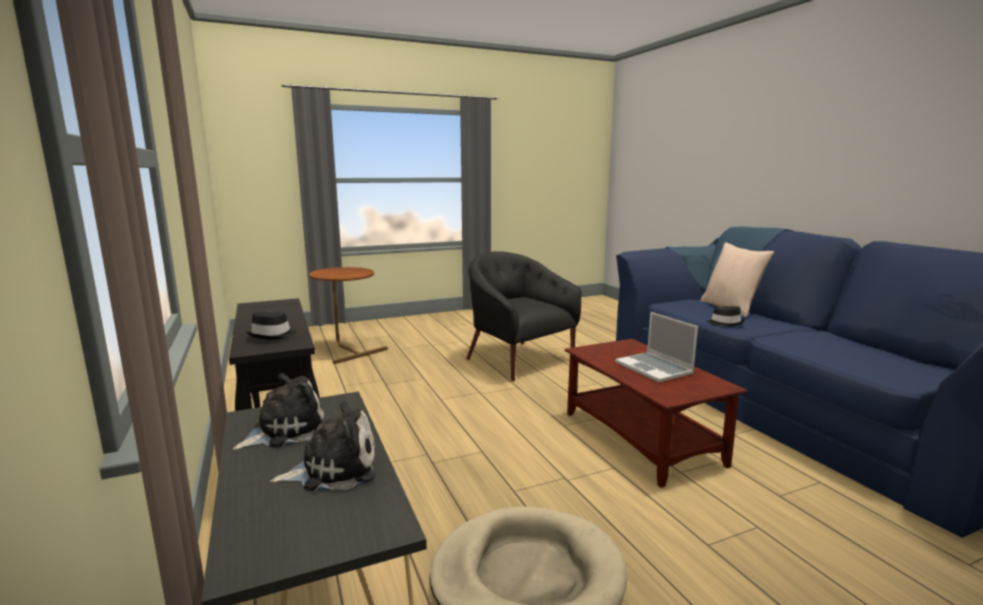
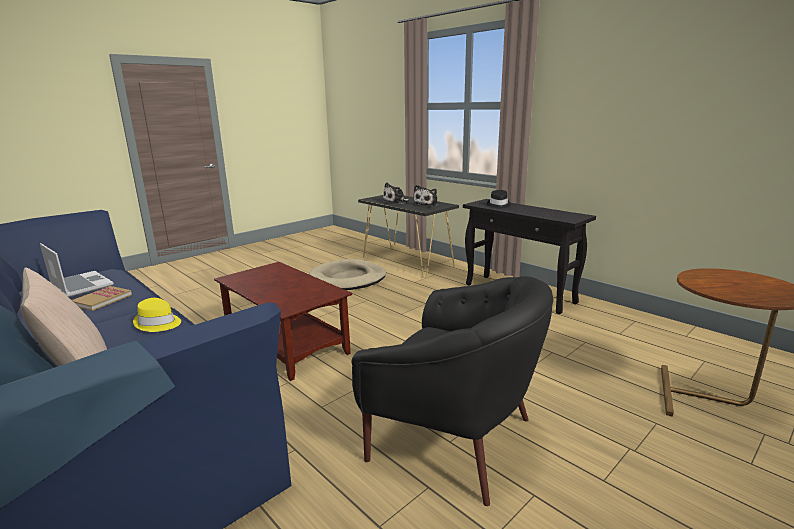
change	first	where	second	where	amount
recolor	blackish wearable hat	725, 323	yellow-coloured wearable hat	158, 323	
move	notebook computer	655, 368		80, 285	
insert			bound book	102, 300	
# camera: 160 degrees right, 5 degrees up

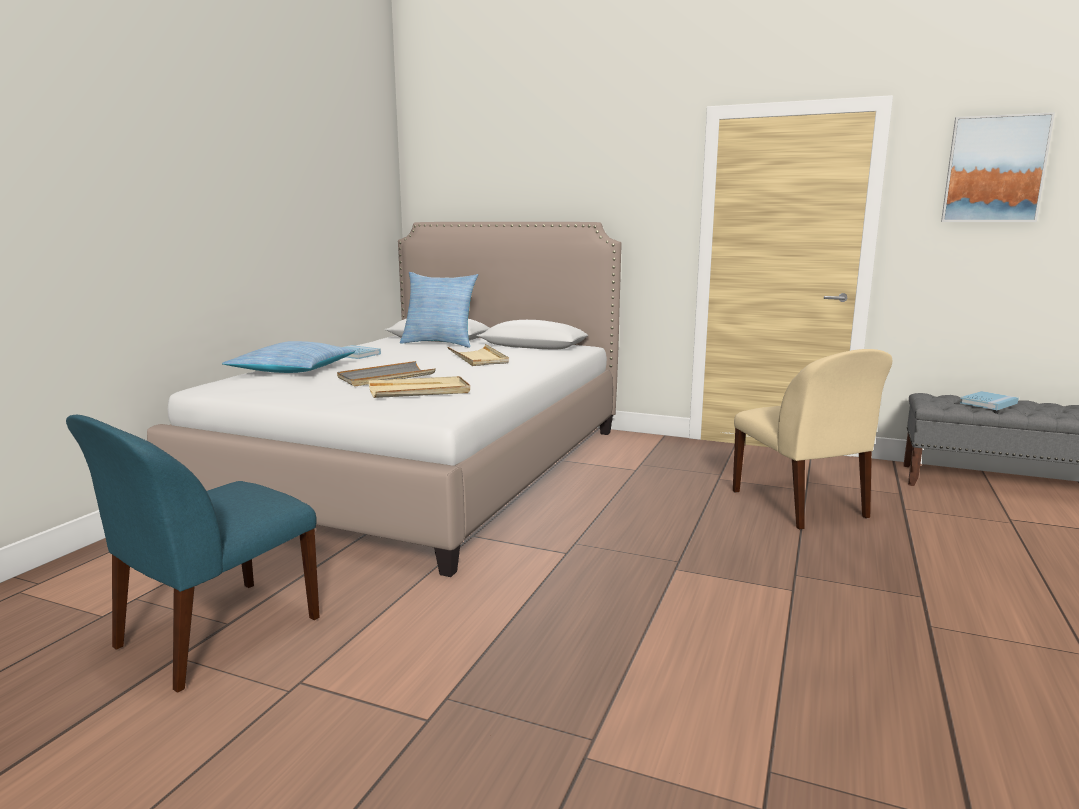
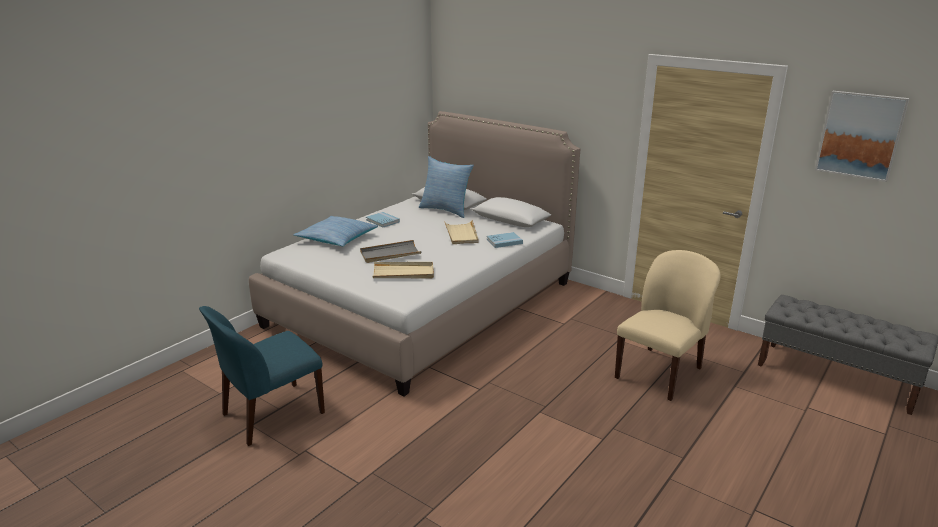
change	first	where	second	where	amount
rotate	sand-coloured plain chair	800, 505		660, 372	135 degrees counterclockwise
move	blue-coloured bound book	988, 403		504, 241	
# camera: 15 degrees right, 10 degrees up

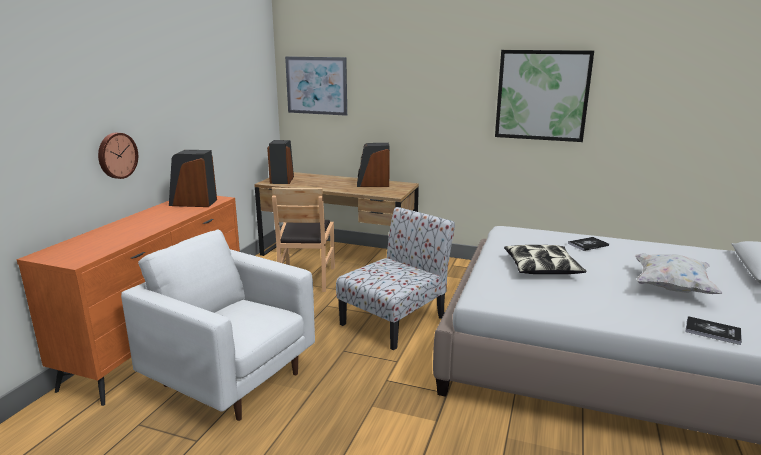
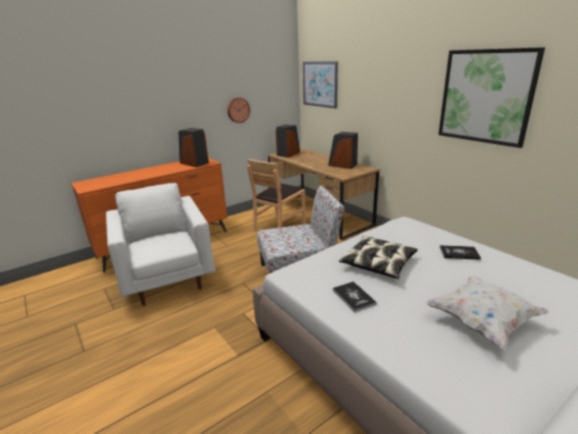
change	first	where	second	where	amount
move	clock on the wall	116, 155		238, 110	
move	bound book	712, 331		353, 297	
# camera: 35 degrees right, 5 degrees up

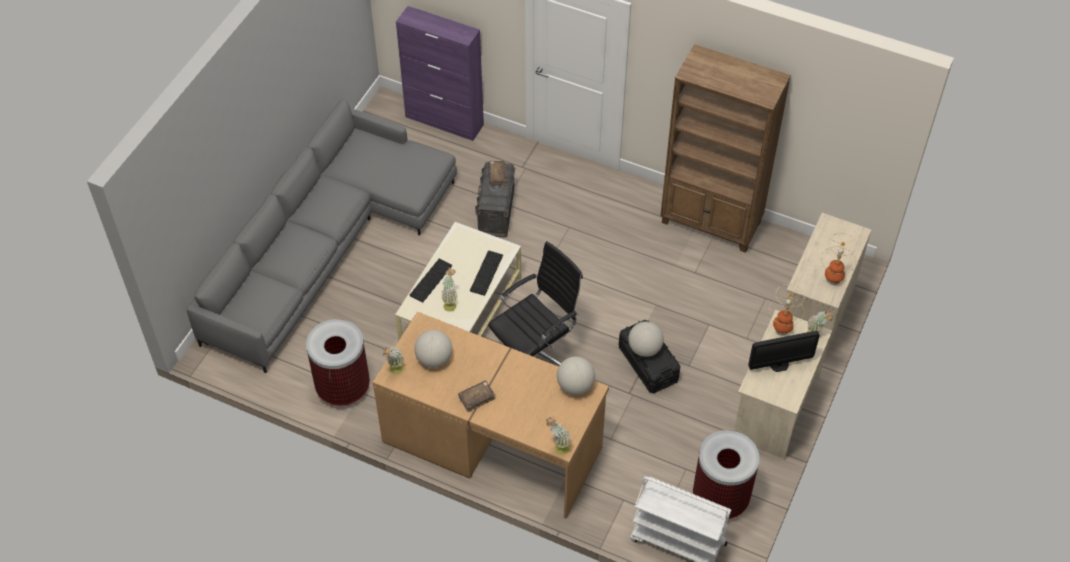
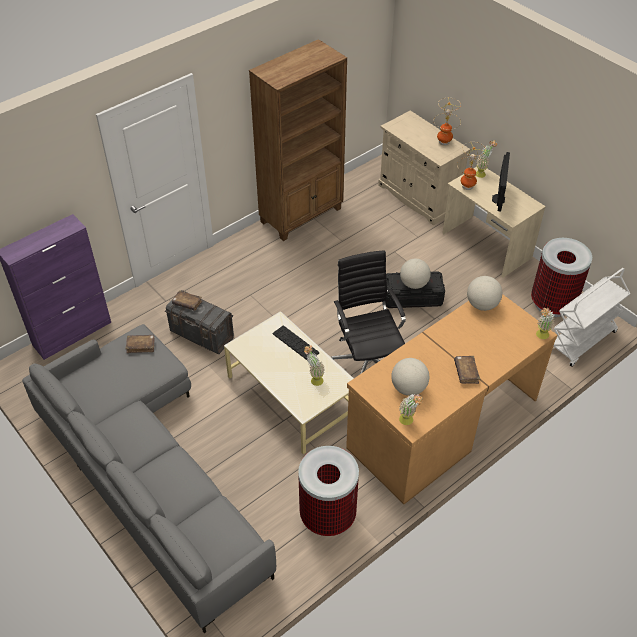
change	first	where	second	where	amount
delete	PC keyboard	430, 279			
insert			brown-coloured bound book	141, 346	
# camera: 65 degrees left, 5 degrees down

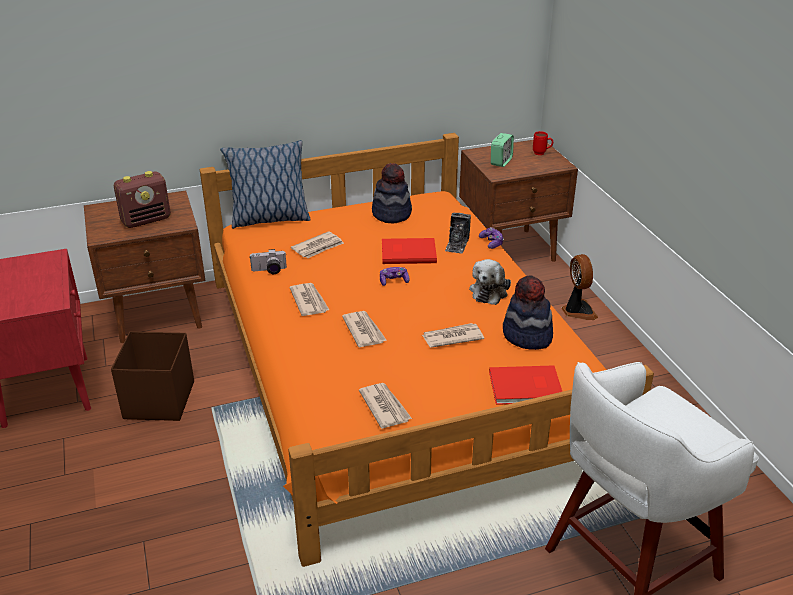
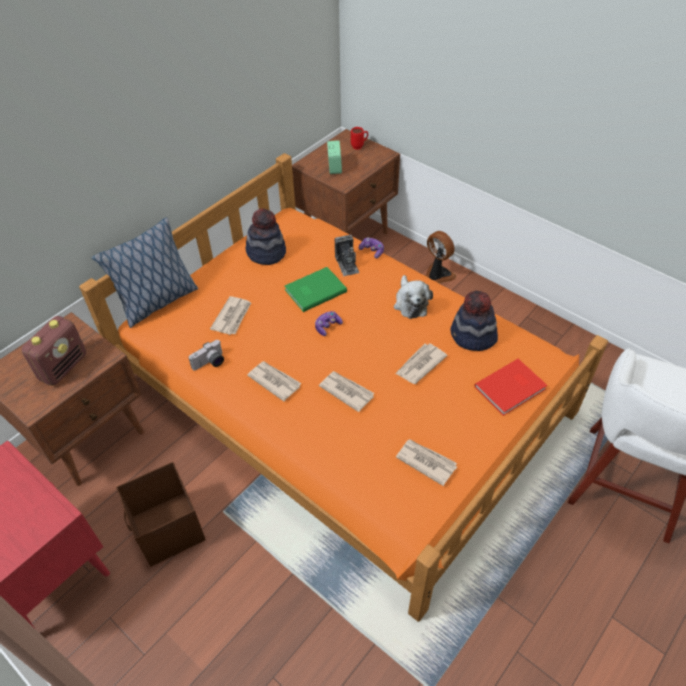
change	first	where	second	where	amount
recolor	red bound book	407, 252	green bound book	314, 290	
# camera: 30 degrees left, 15 degrees up

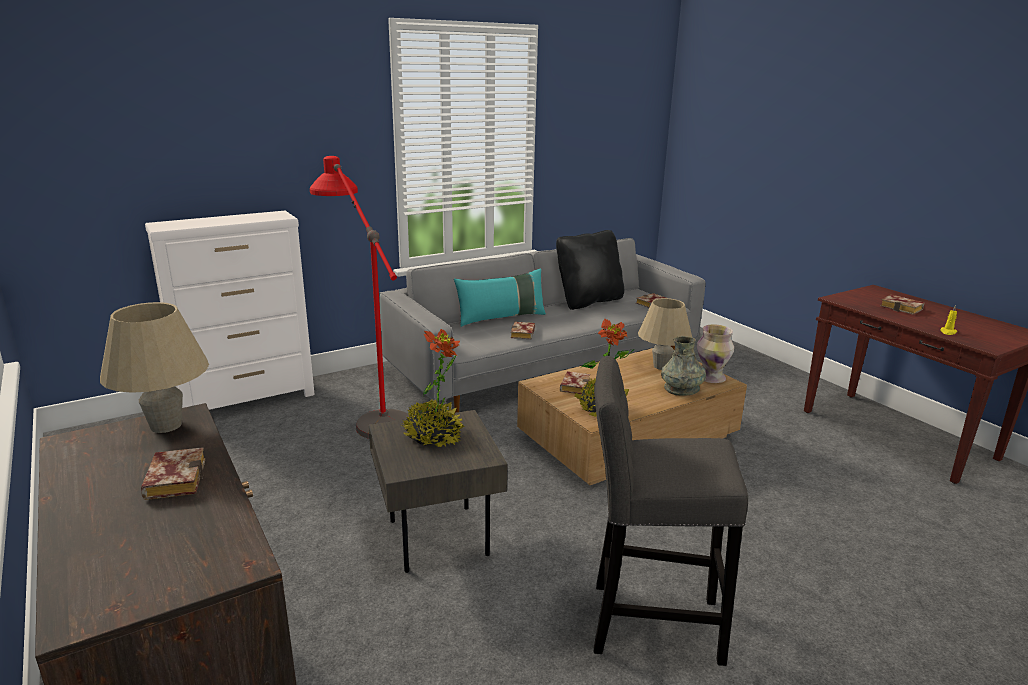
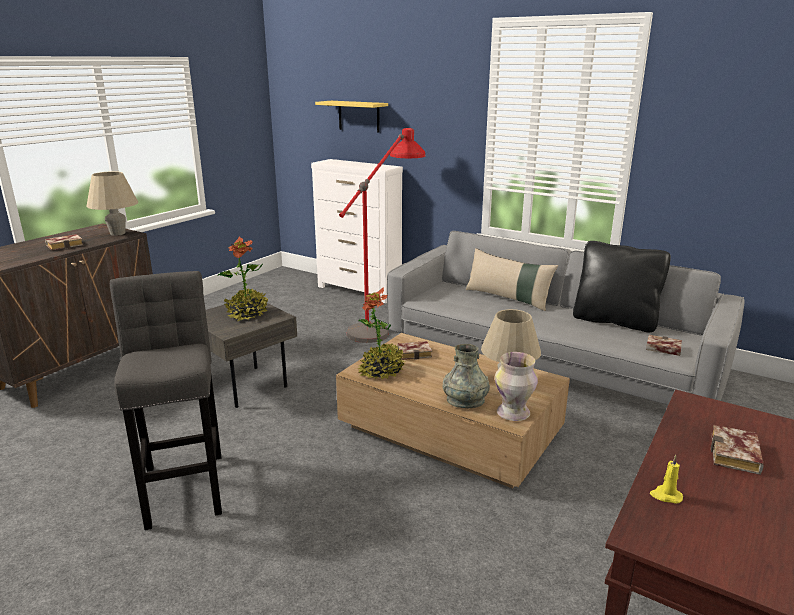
change	first	where	second	where	amount
recolor	blue-green pillow	501, 318	sand-coloured pillow	508, 298	
delete	bound book	523, 334			
insert			yellow-coloured shelf	359, 116	
# camera: 65 degrees right, 0 degrees up

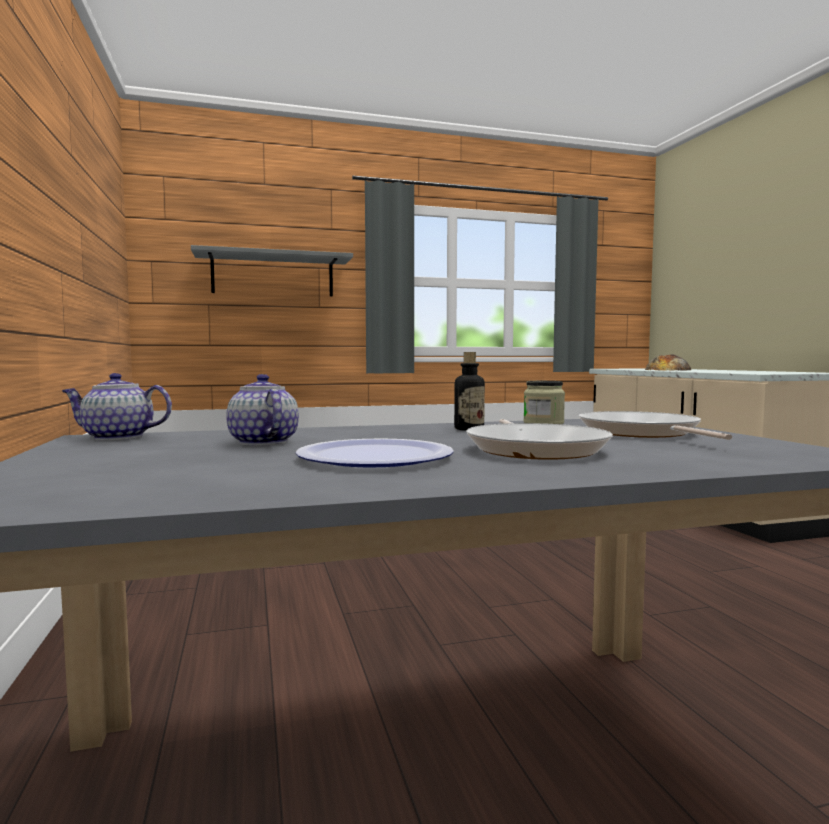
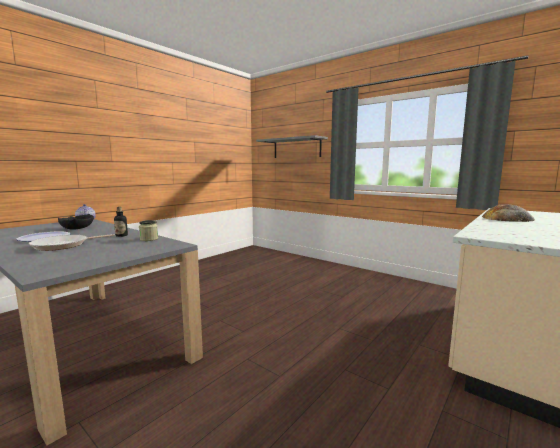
change	first	where	second	where	amount
replace	pot for tea	262, 442	blackish serving bowl	77, 228	
delete	skillet	641, 433			
# camera: 55 degrees right, 5 degrees up

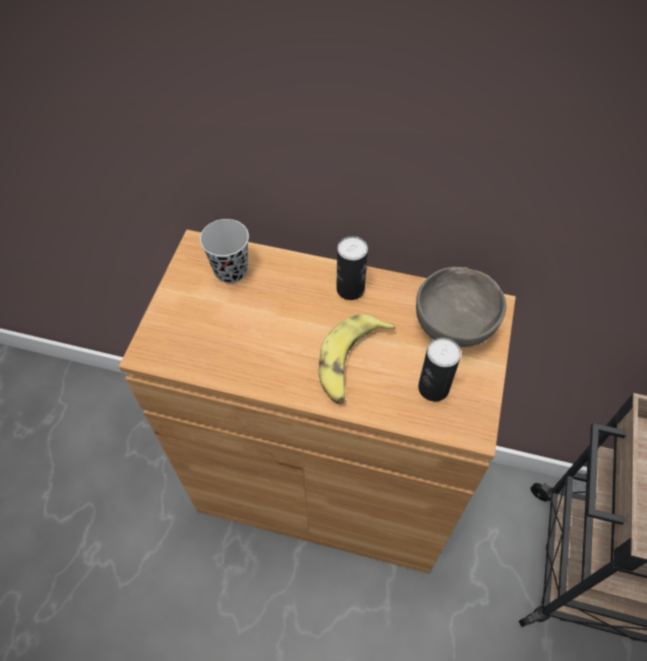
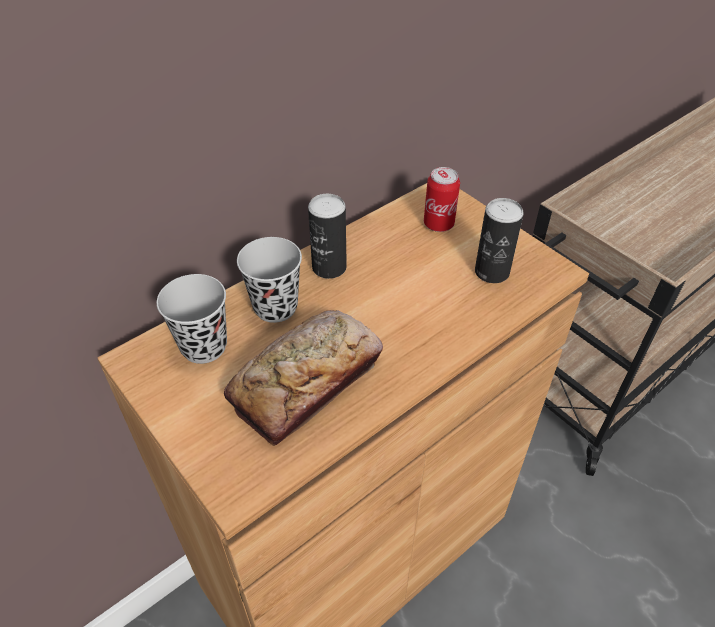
change	first	where	second	where	amount
replace	greyish serving bowl	455, 326	can	438, 224	
delete	banana	351, 363			
insert			blackish cup	275, 307	
insert			bakery bread	306, 382	
# camera: 55 degrees left, 10 degrees down

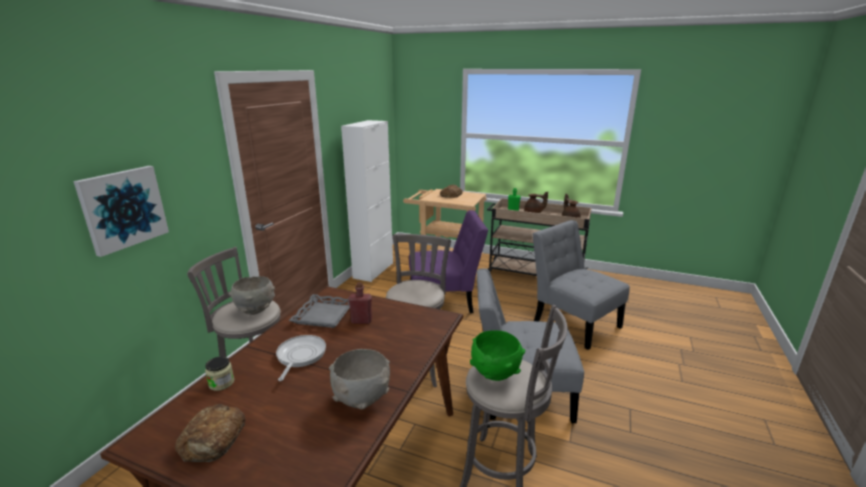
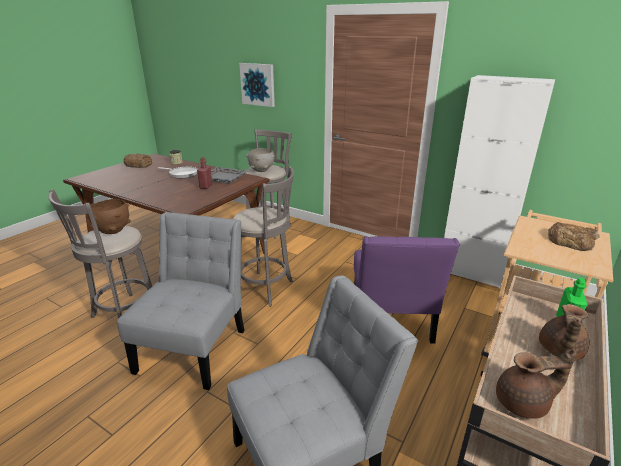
change	first	where	second	where	amount
recolor	green serving bowl	495, 375	brown-coloured serving bowl	113, 230	
delete	greyish serving bowl	361, 400			
# camera: 100 degrees right, 5 degrees up

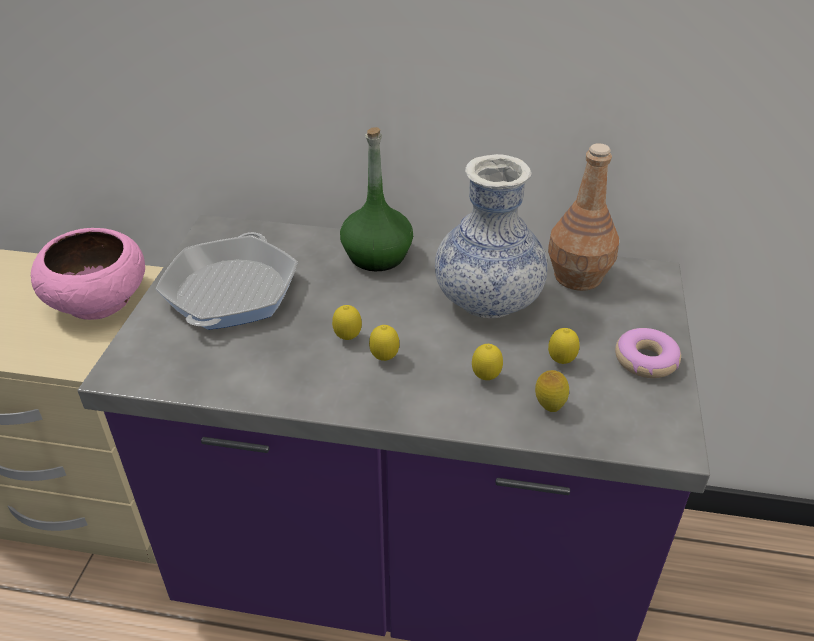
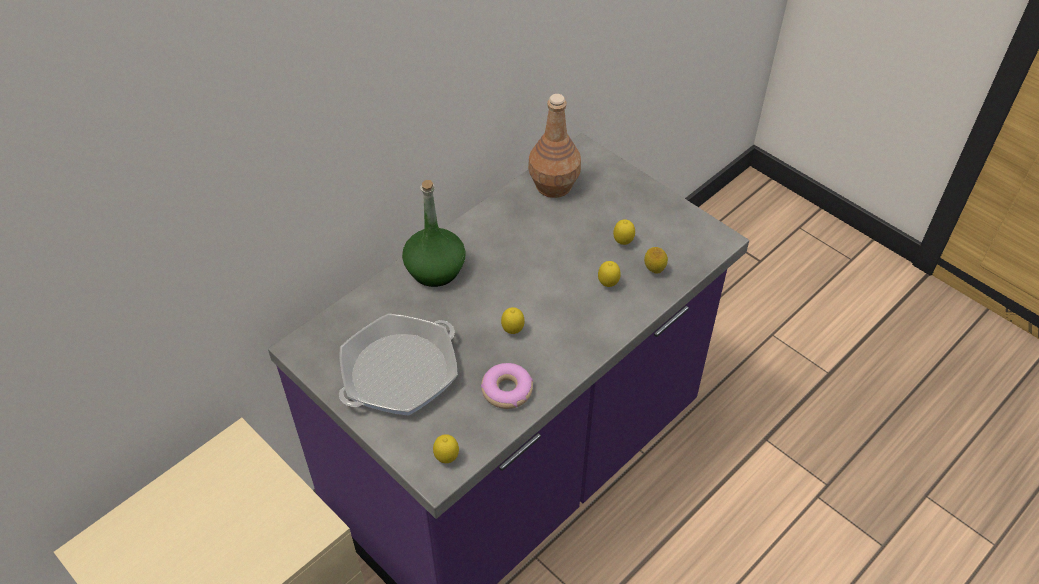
change	first	where	second	where	amount
delete	vase	488, 300			
delete	pink serving bowl	100, 301			
rotate	skillet	231, 292		399, 372	90 degrees clockwise
move	whole lemon	384, 359		447, 458	
move	ring doughnut	645, 360		507, 390	
# camera: 55 degrees left, 10 degrees up

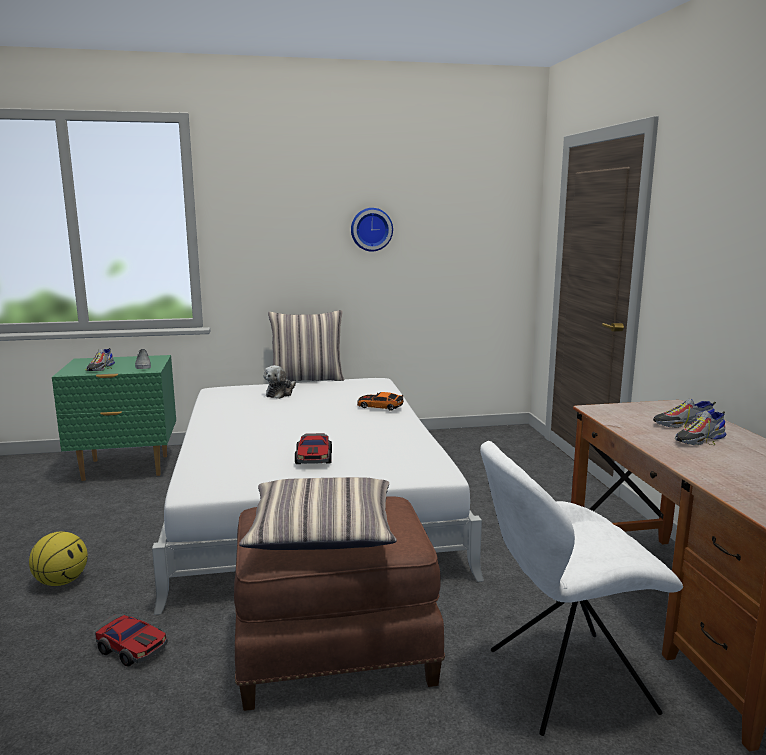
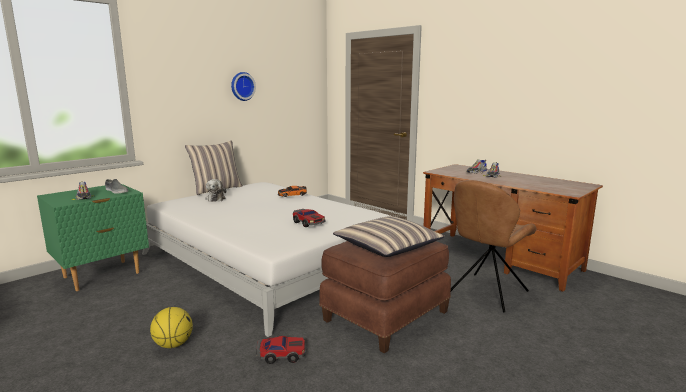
change	first	where	second	where	amount
recolor	white plain chair	564, 681	brown-coloured plain chair	486, 293	
# camera: 35 degrees left, 0 degrees up

